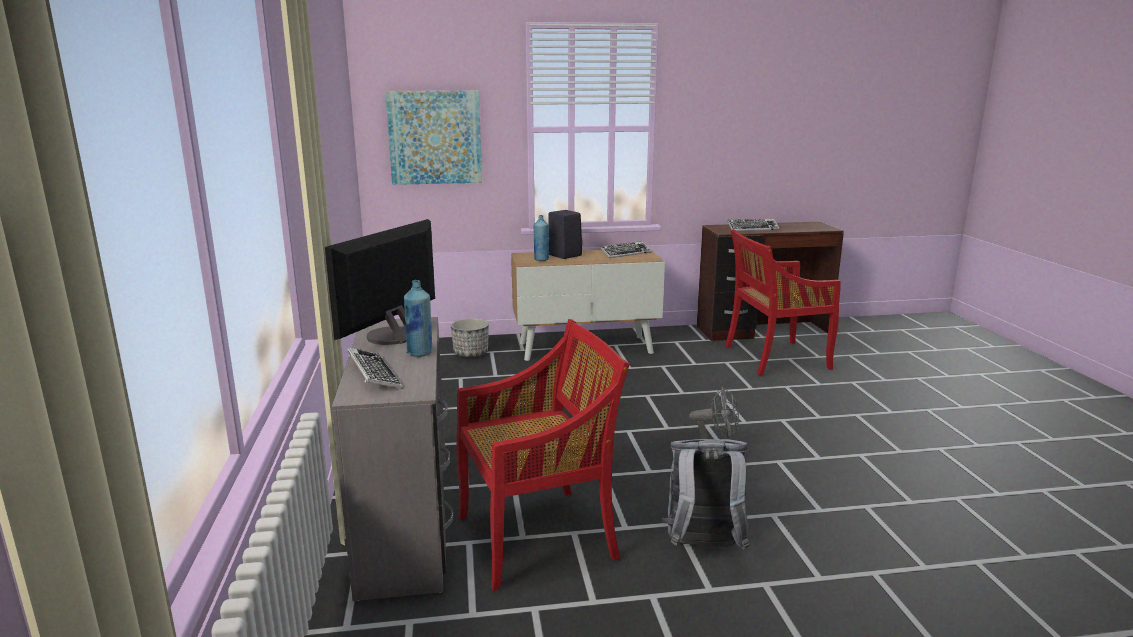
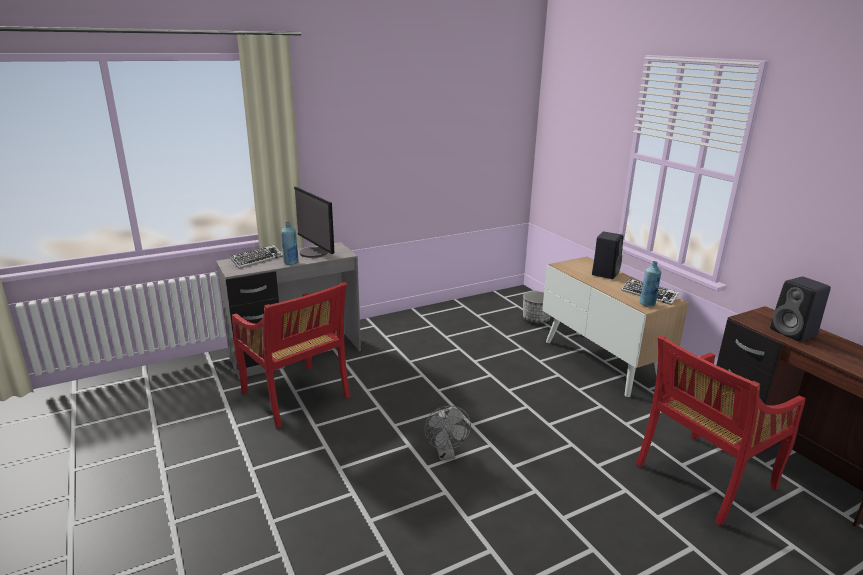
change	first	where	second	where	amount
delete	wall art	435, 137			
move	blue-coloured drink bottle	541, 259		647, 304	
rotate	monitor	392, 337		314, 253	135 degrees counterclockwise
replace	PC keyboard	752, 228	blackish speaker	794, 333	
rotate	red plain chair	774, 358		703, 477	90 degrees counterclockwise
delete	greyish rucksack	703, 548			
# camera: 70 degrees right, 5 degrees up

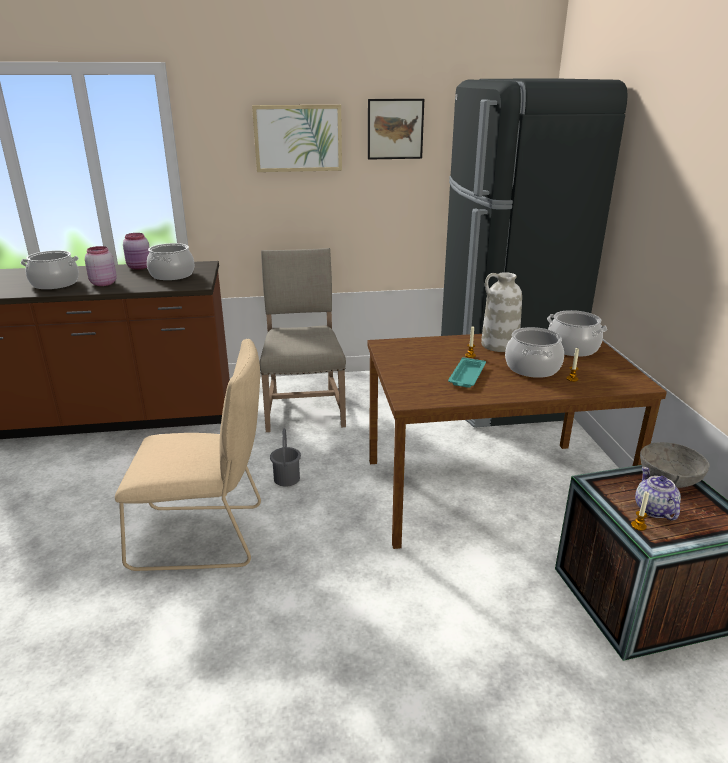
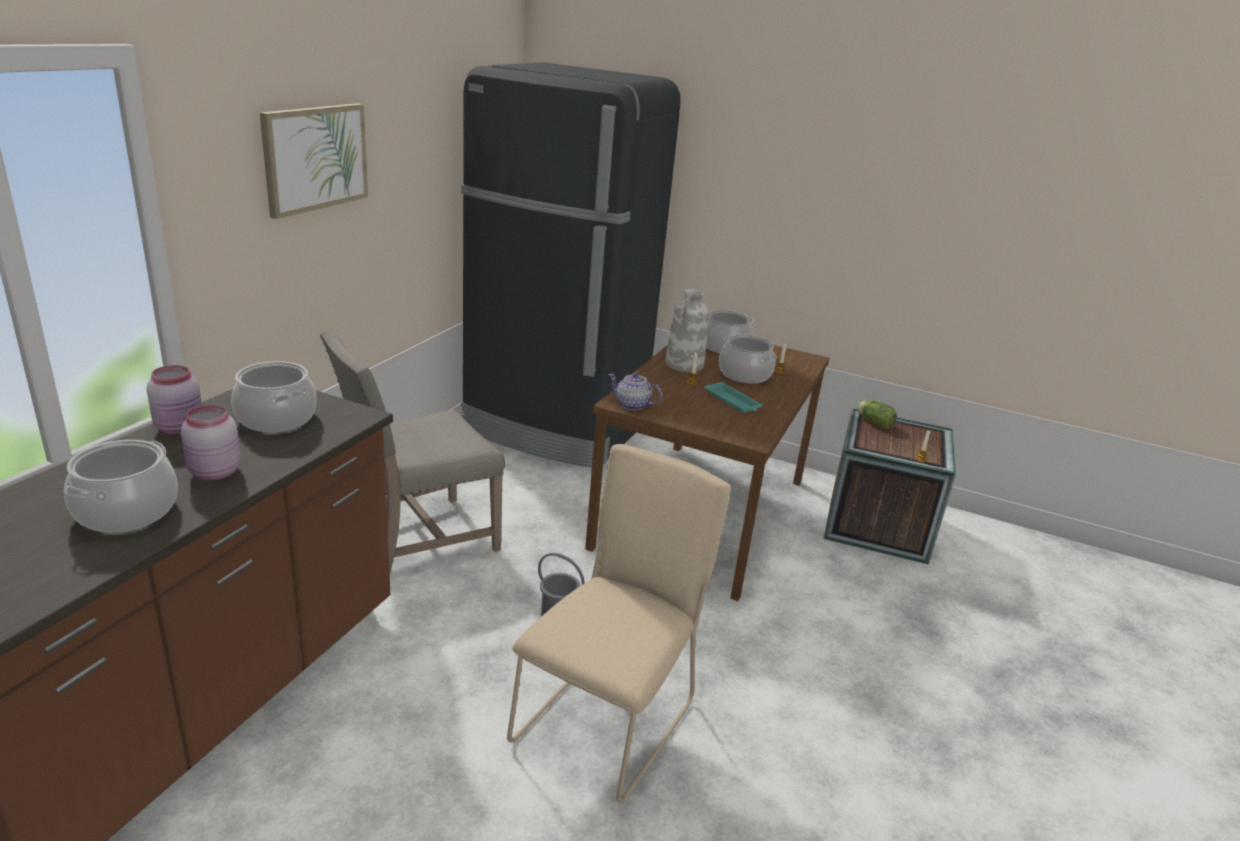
change	first	where	second	where	amount
delete	wall art	395, 129			
rotate	sand-coloured plain chair	304, 407		417, 540	60 degrees counterclockwise
replace	greyish serving bowl	669, 478	lettuce head	873, 422	
move	pot for tea	653, 509		632, 405	
# camera: 60 degrees left, 0 degrees up

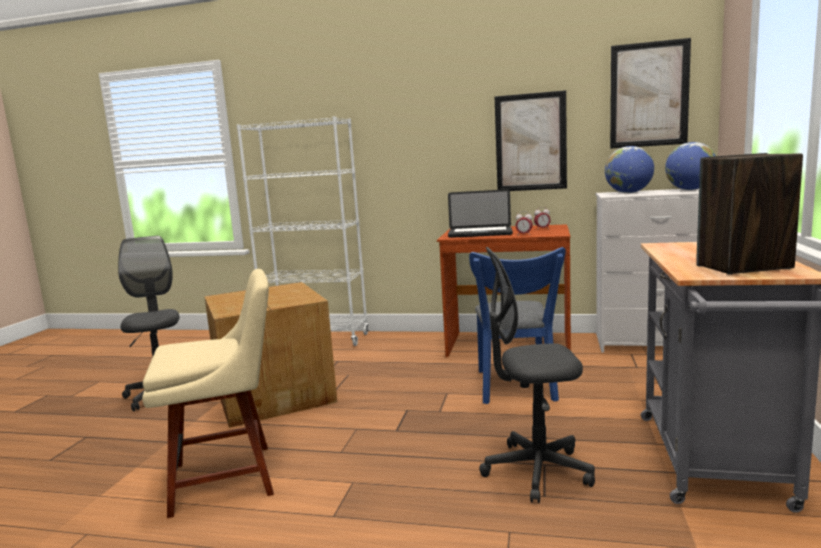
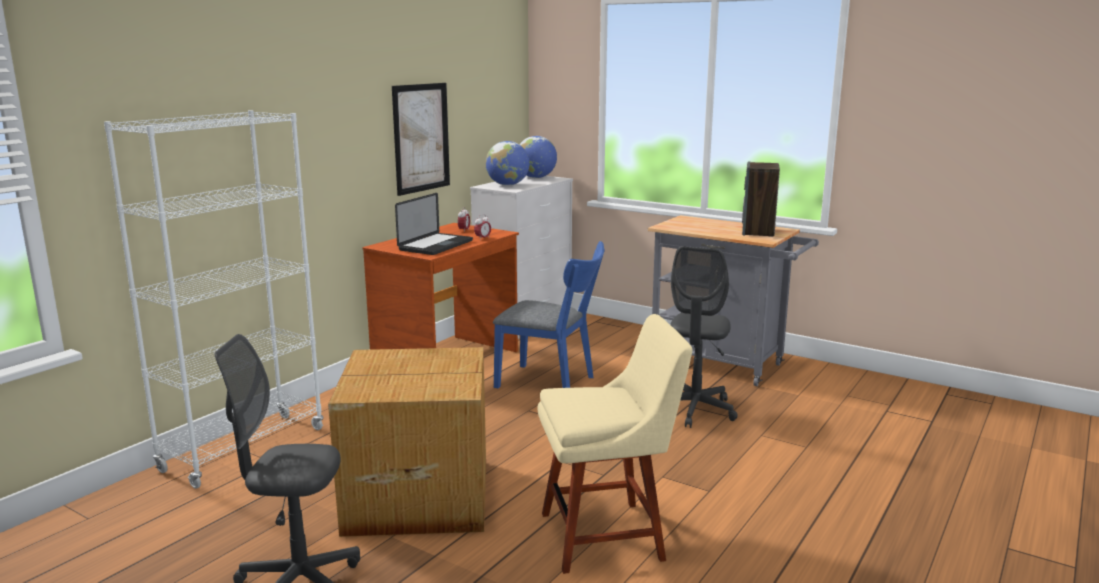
change	first	where	second	where	amount
delete	wall art	649, 95			
rotate	sand-coloured plain chair	230, 477		608, 535	75 degrees clockwise
# camera: 70 degrees left, 5 degrees up

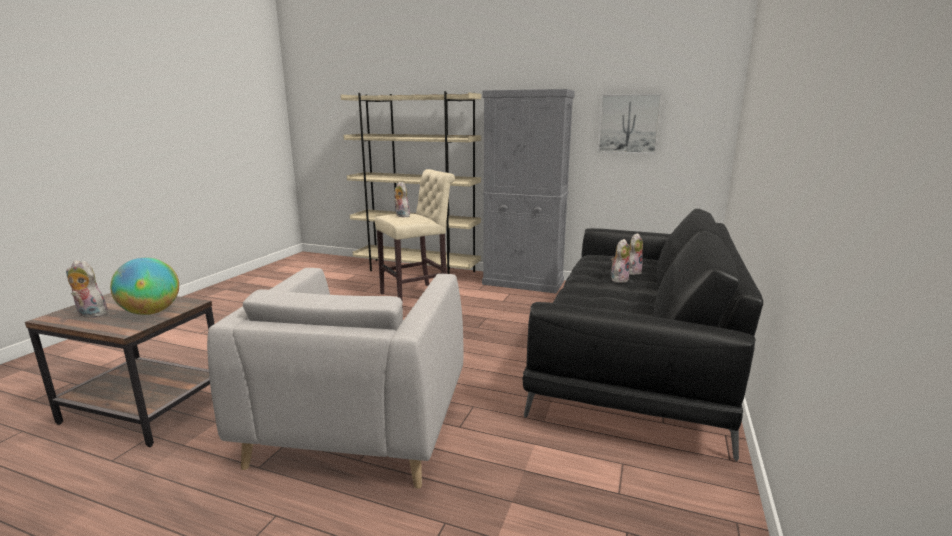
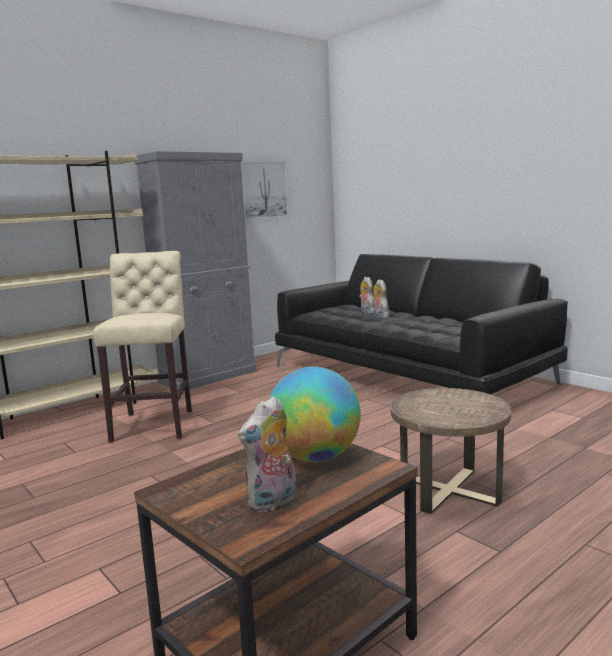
change	first	where	second	where	amount
delete	cuddly toy	401, 216			
replace	greyish armchair	360, 426	brown-coloured side table	449, 490	
# camera: 60 degrees left, 5 degrees down

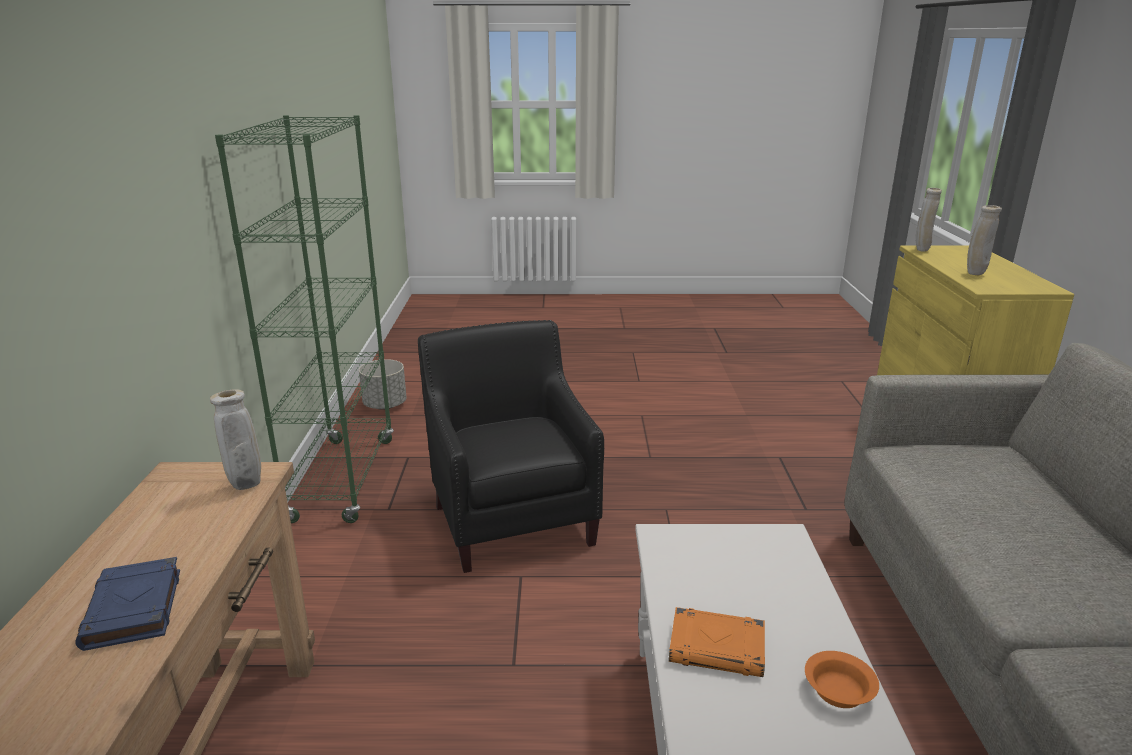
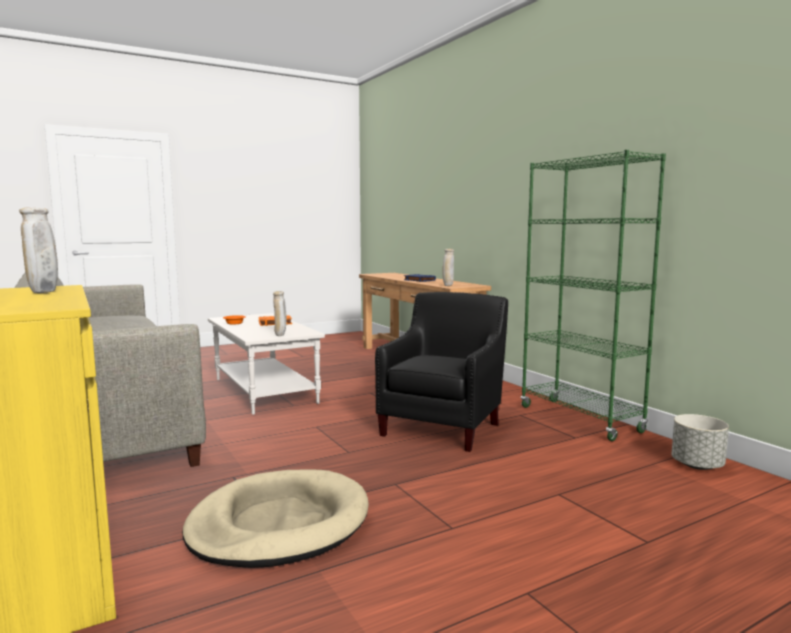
change	first	where	second	where	amount
move	sand-coloured vase	921, 250		280, 335	
rotate	blackish armchair	513, 517		444, 427	105 degrees counterclockwise
insert			sand-coloured dog bed	279, 524	
# camera: 150 degrees right, 15 degrees down

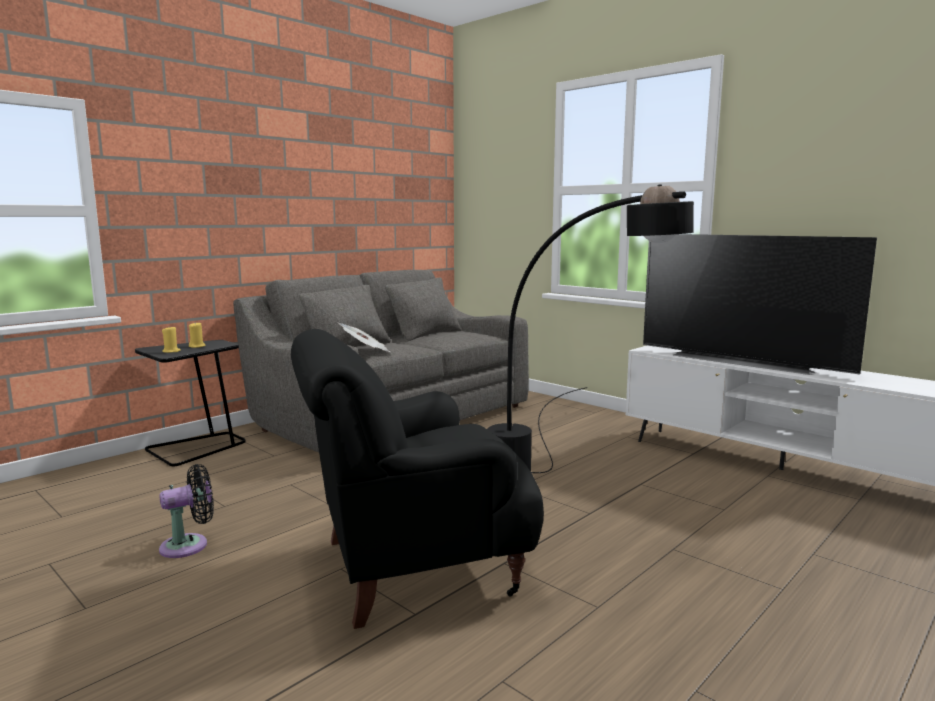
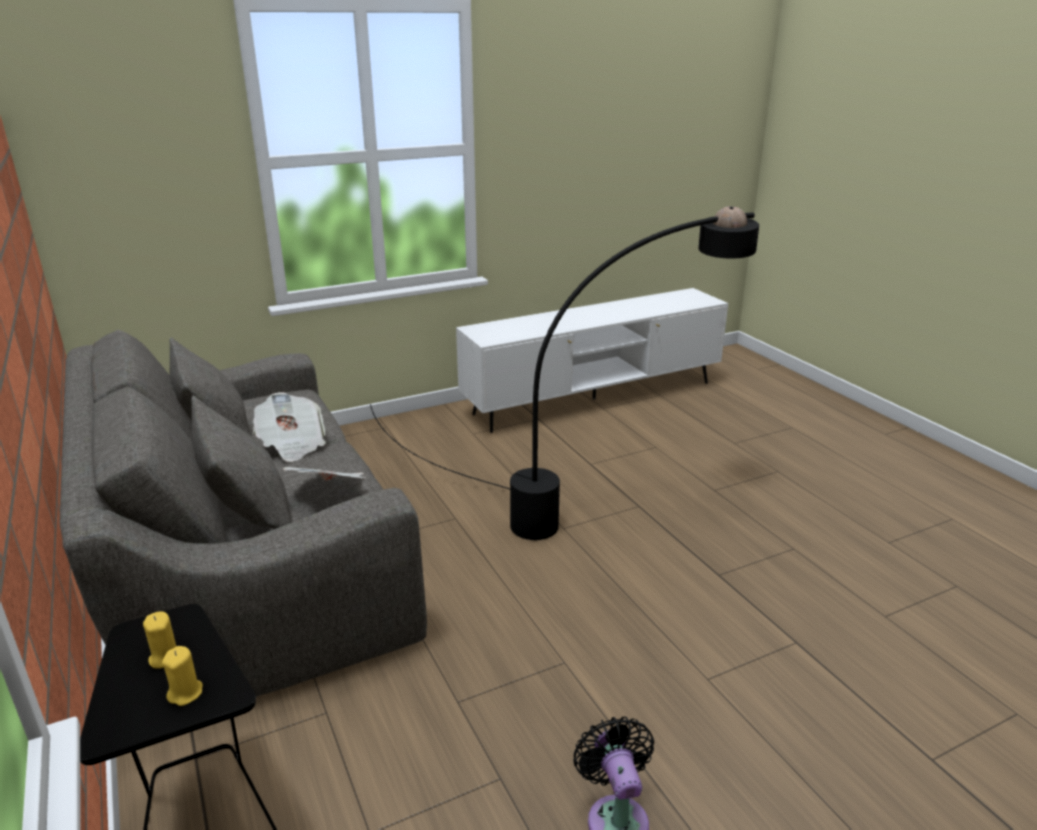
change	first	where	second	where	amount
delete	TV	743, 361			
delete	blackish armchair	413, 567			
insert			newspaper	292, 444	
# camera: 70 degrees left, 15 degrees up

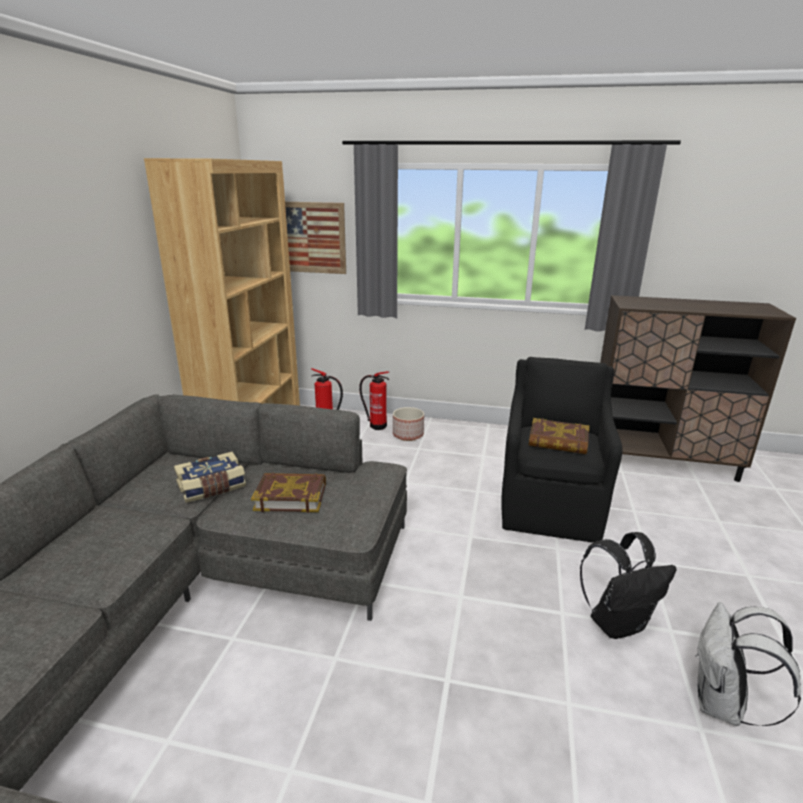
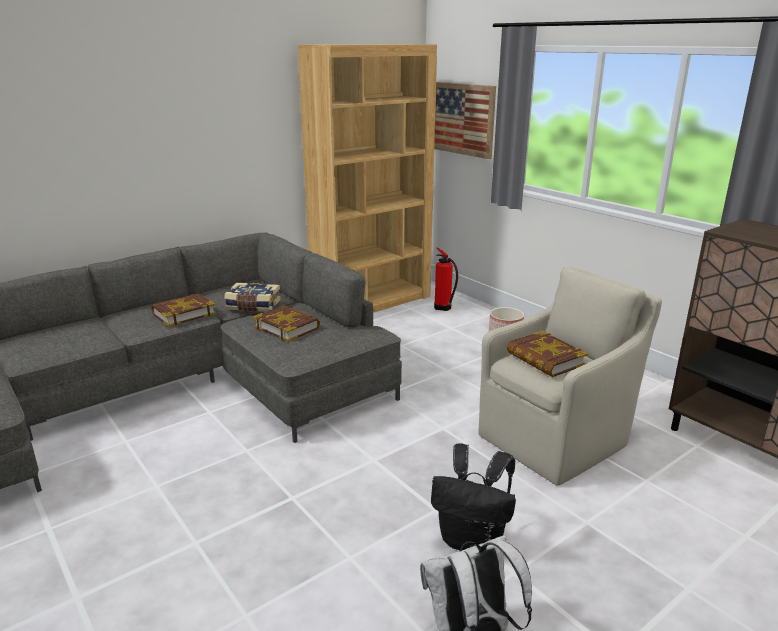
change	first	where	second	where	amount
recolor	blackish armchair	550, 506	sand-coloured armchair	556, 439	
delete	fire-fighting cylinder	376, 425			
insert			bound book	184, 314	
# camera: 40 degrees right, 0 degrees up

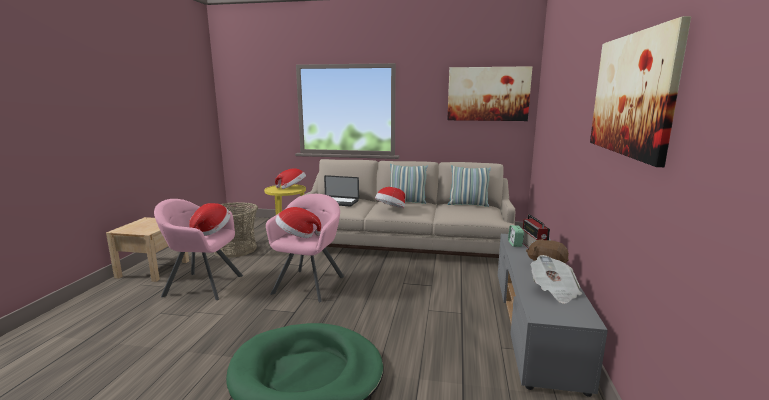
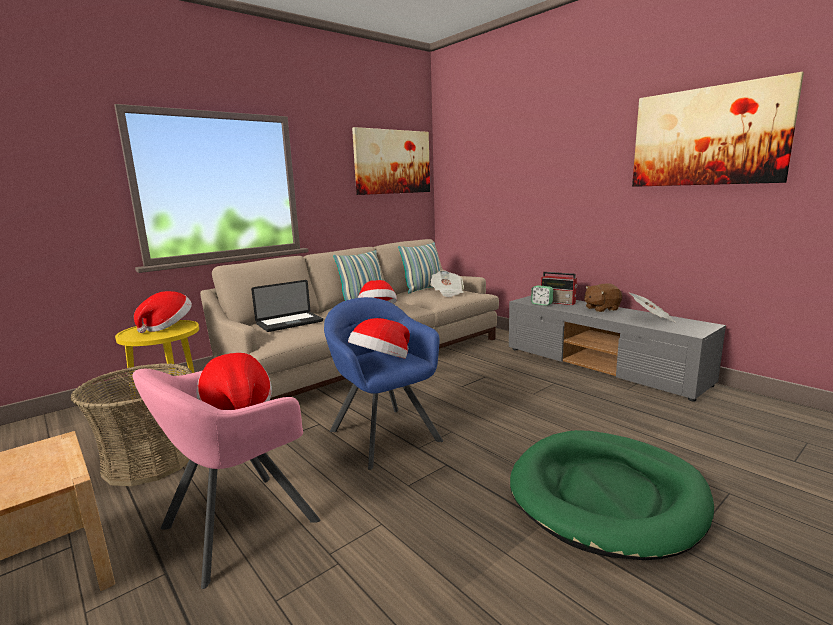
change	first	where	second	where	amount
recolor	pink armchair	309, 284	blue-coloured armchair	384, 435	
insert			newspaper	447, 293	
# camera: 50 degrees left, 0 degrees up

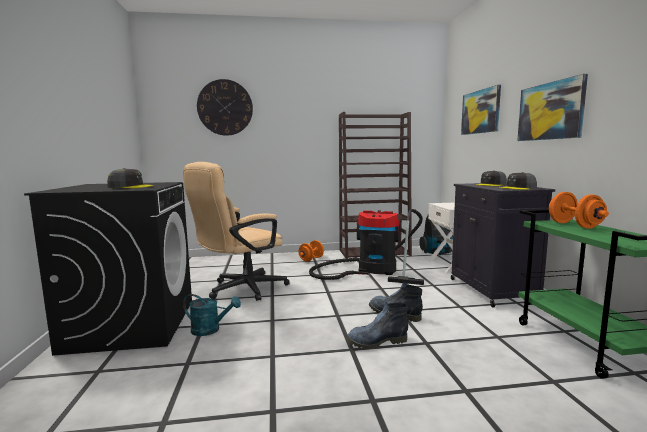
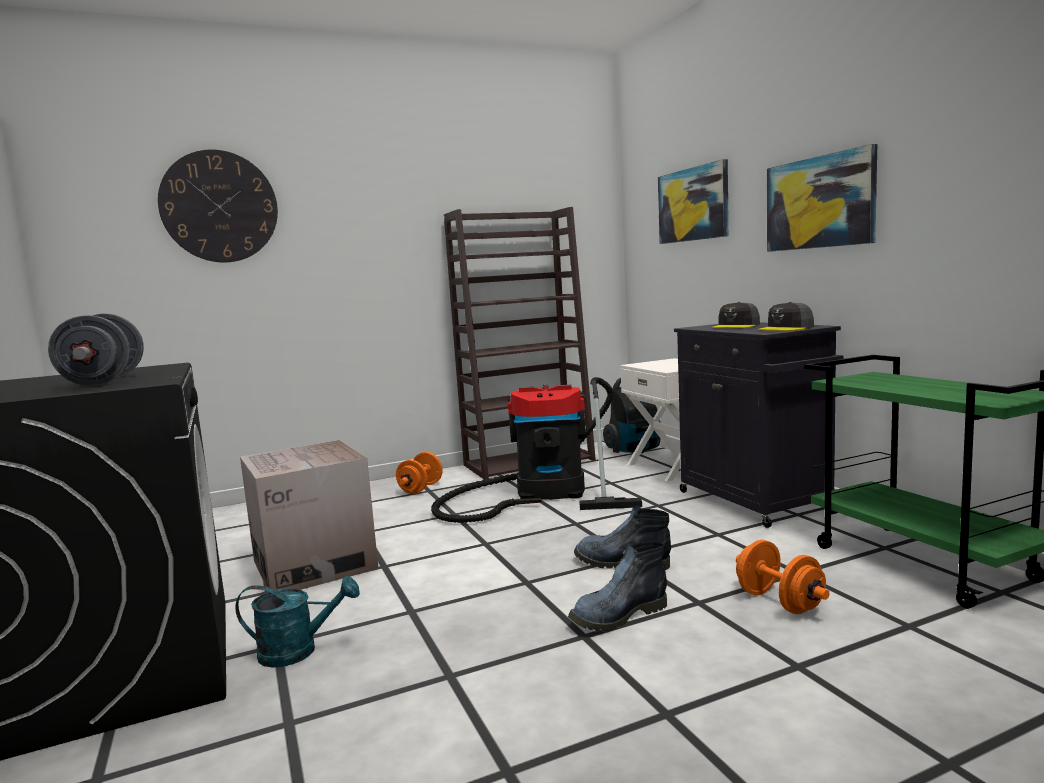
change	first	where	second	where	amount
replace	sand-coloured office chair	240, 289	cardboard box	314, 565	
replace	greyish baseball cap	131, 187	greyish free weight	104, 381	
move	orange-coloured free weight	574, 225		779, 602	
# camera: 15 degrees left, 0 degrees up

